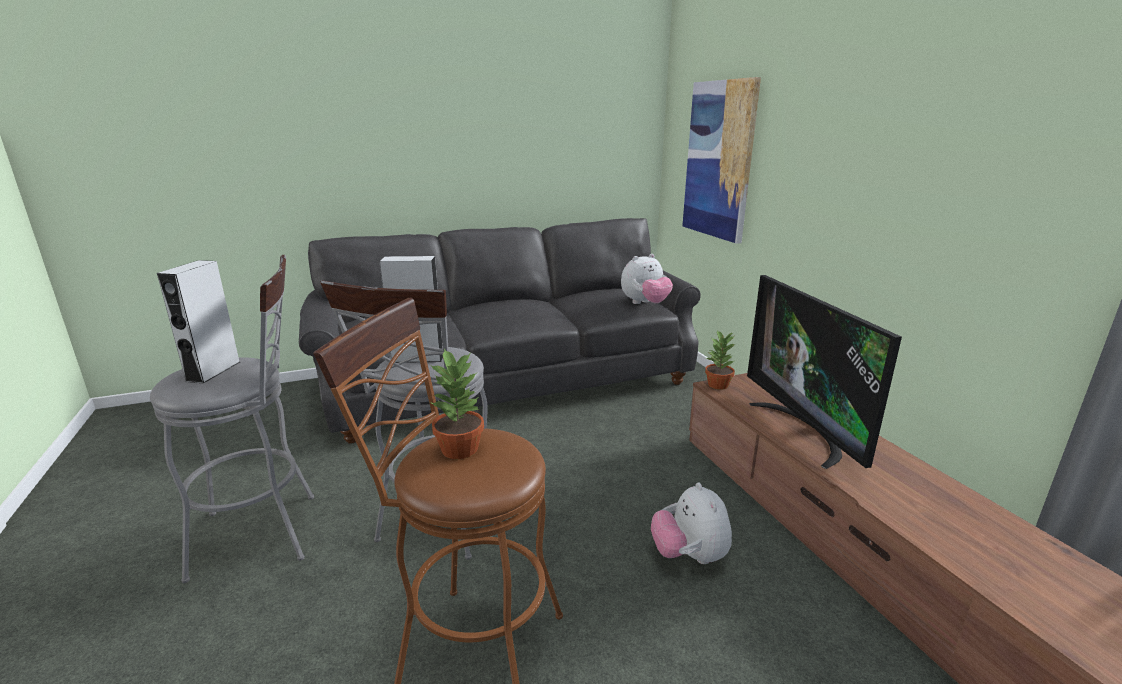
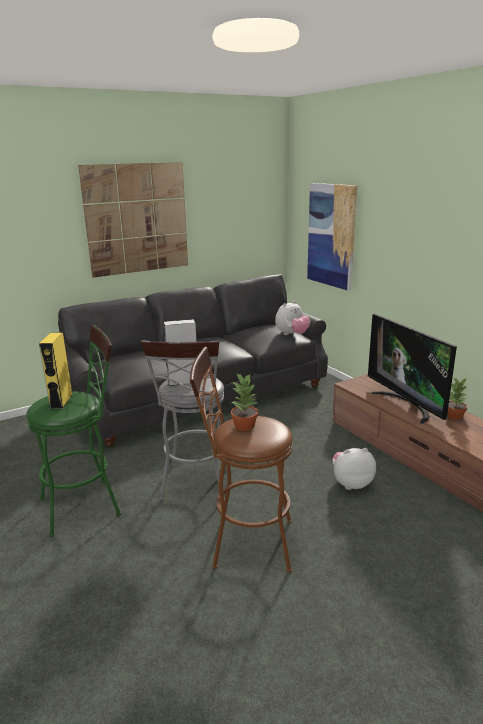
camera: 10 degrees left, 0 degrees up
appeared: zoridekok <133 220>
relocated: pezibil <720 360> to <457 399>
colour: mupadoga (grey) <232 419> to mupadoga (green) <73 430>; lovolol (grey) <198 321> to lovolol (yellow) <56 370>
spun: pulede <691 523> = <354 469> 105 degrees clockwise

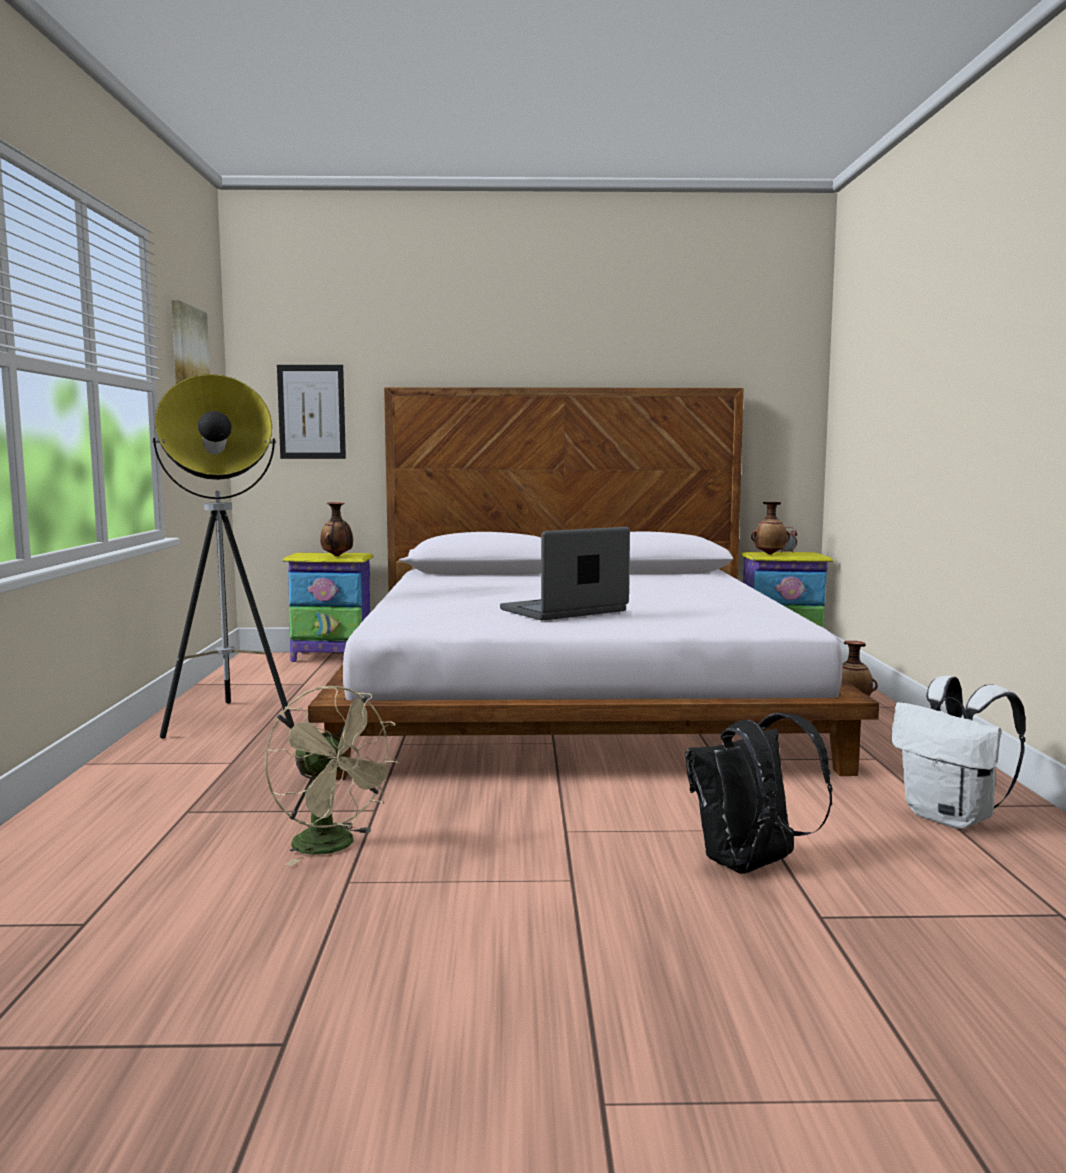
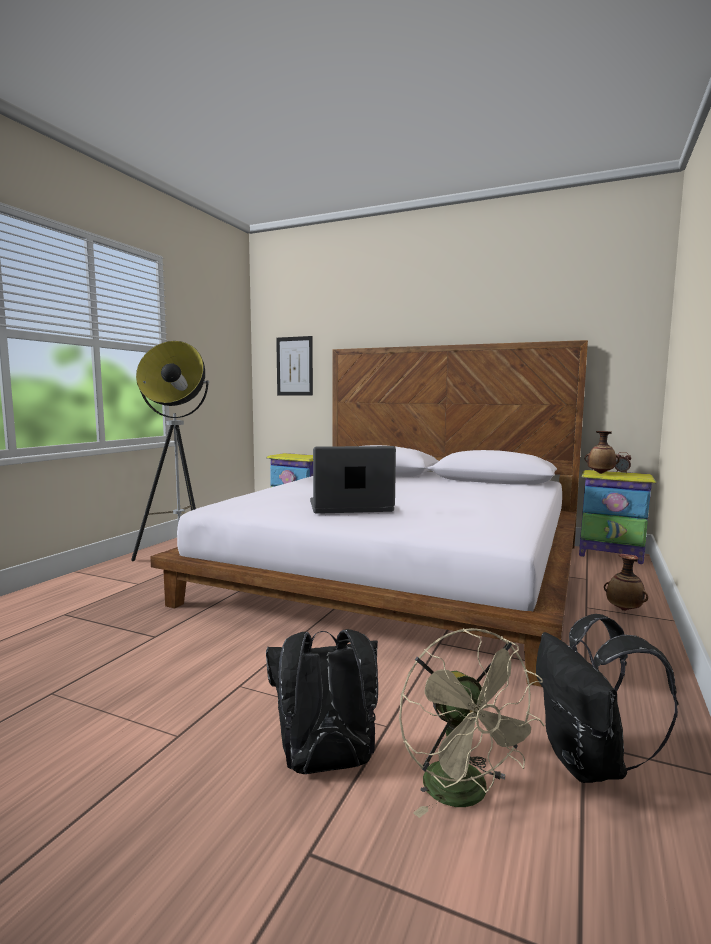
camera: 25 degrees right, 0 degrees up
missing: zoridekok <190 342>; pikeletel <336 529>
relocated: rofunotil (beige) <332 776> to <472 723>
colour: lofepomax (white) <958 752> to lofepomax (black) <607 698>

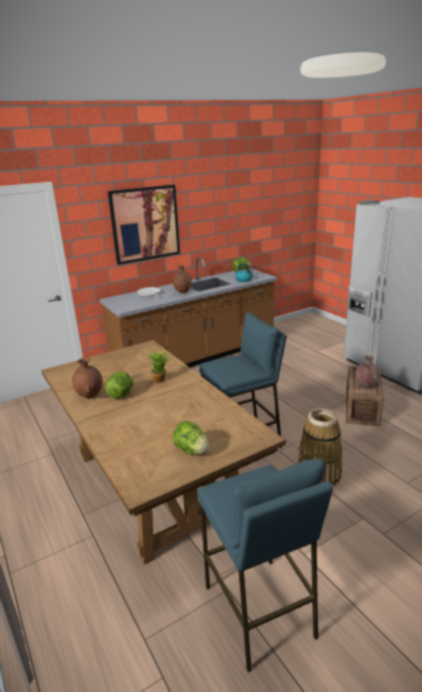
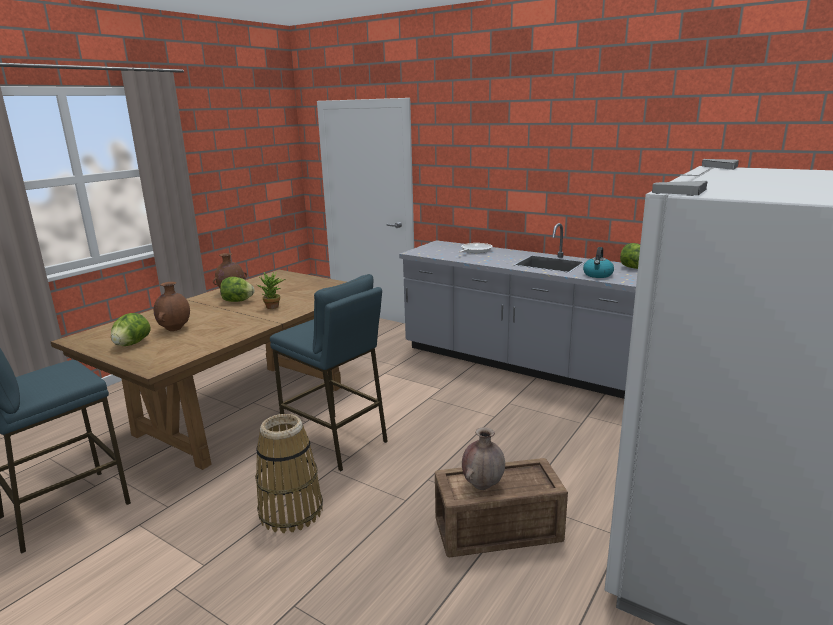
camera: 65 degrees right, 5 degrees down
missing: zoridekok <144 224>
relocated: pikeletel (brown) <182 279> to <172 306>
colour: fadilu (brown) <188 312> to fadilu (grey) <518 311>

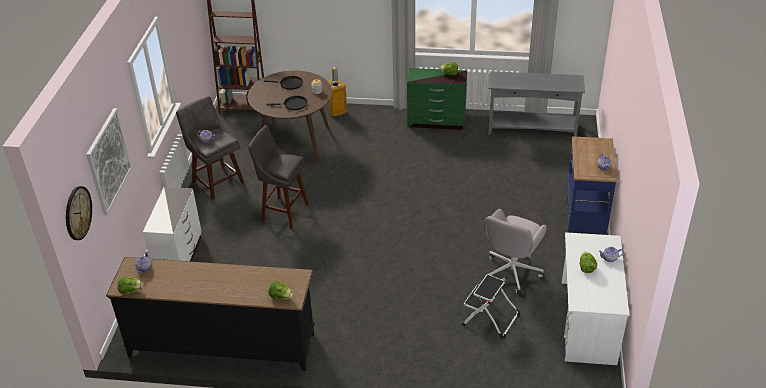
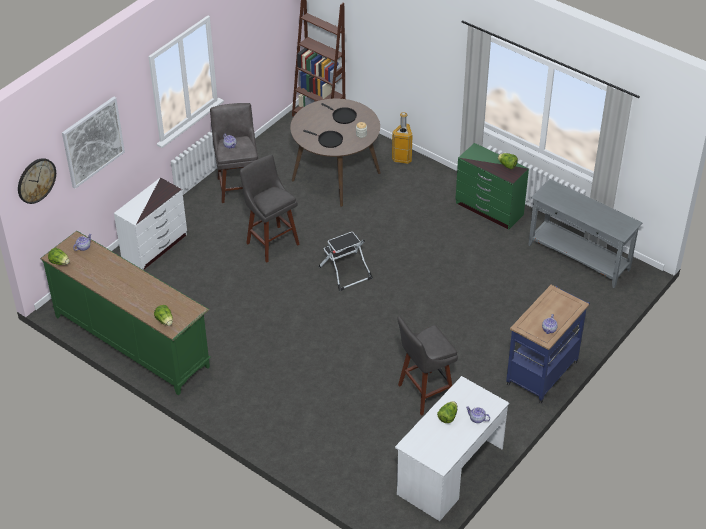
camera: 30 degrees right, 5 degrees up
relocated: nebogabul <490 307> to <345 261>
exchanged: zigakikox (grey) <516 251> to mupadoga (grey) <427 366>
colour: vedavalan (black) <210 314> to vedavalan (green) <125 313>

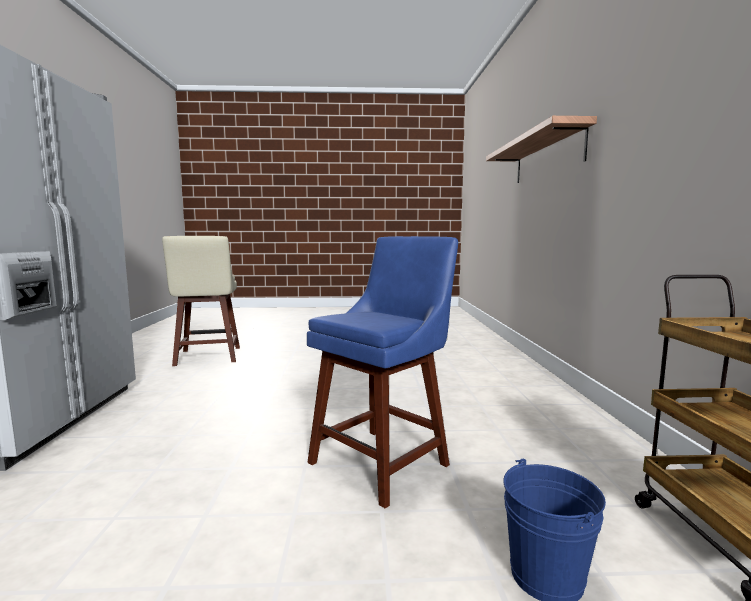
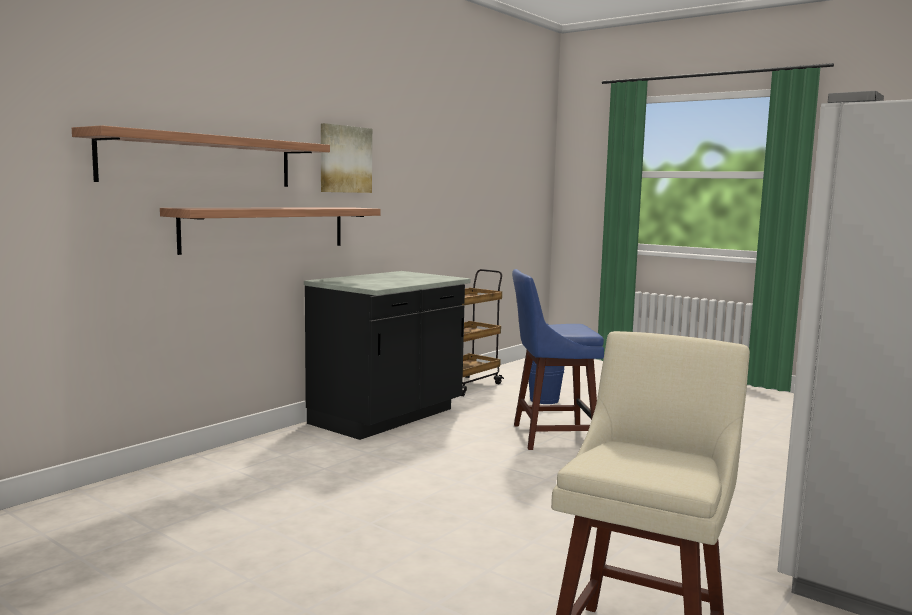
camera: 140 degrees left, 0 degrees up
appeared: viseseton <270 231>; fadilu (black) <387 355>; zoridekok <346 158>

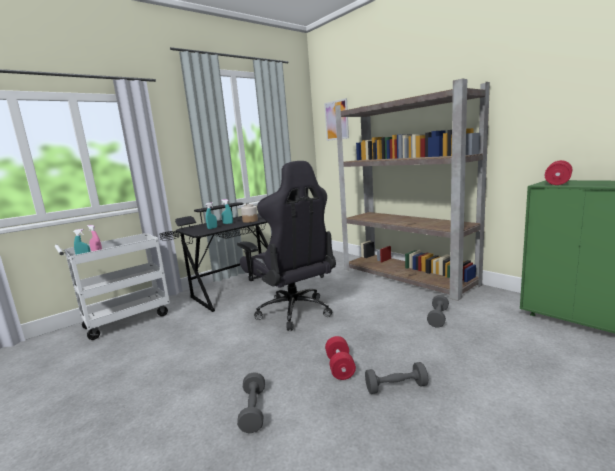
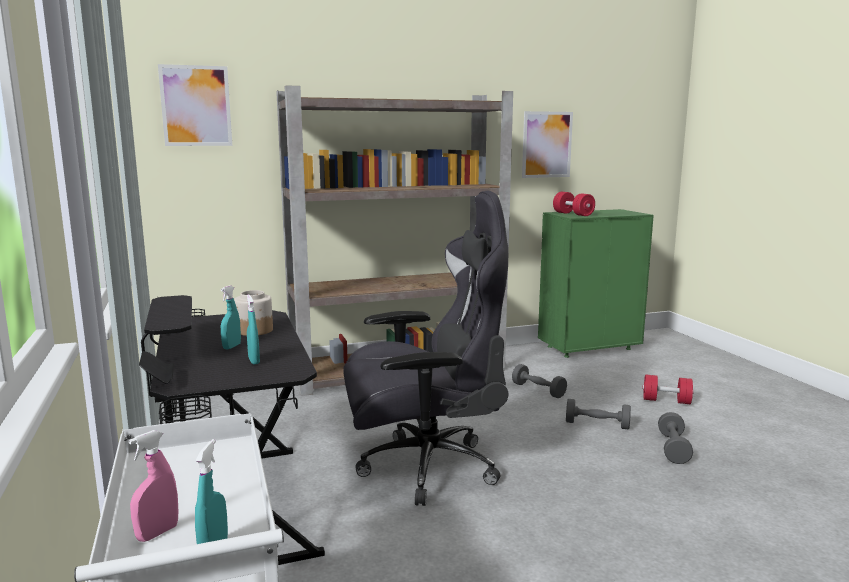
camera: 70 degrees left, 0 degrees up
appeared: zoridekok <547 144>
relocated: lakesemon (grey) <251 402> to <598 414>; lakesemon (red) <340 358> to <668 389>

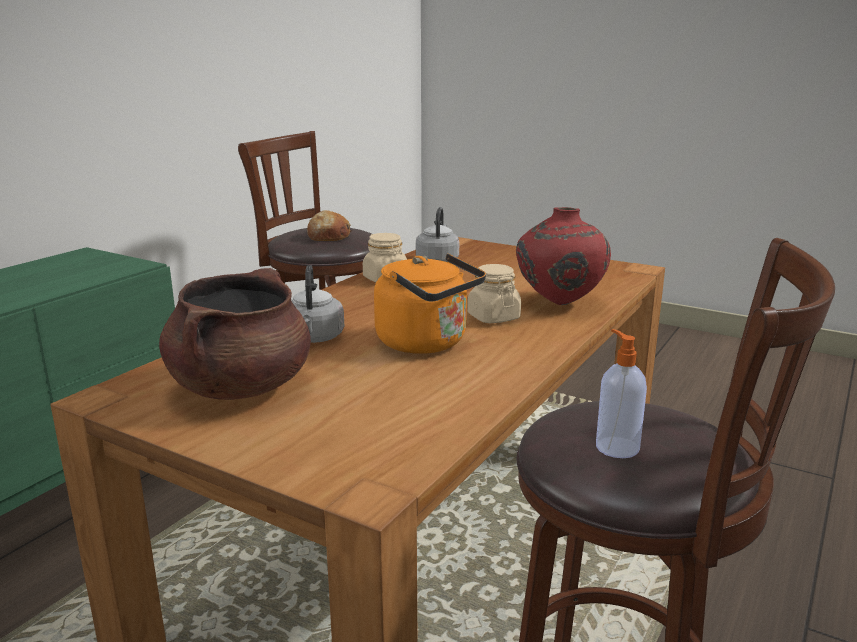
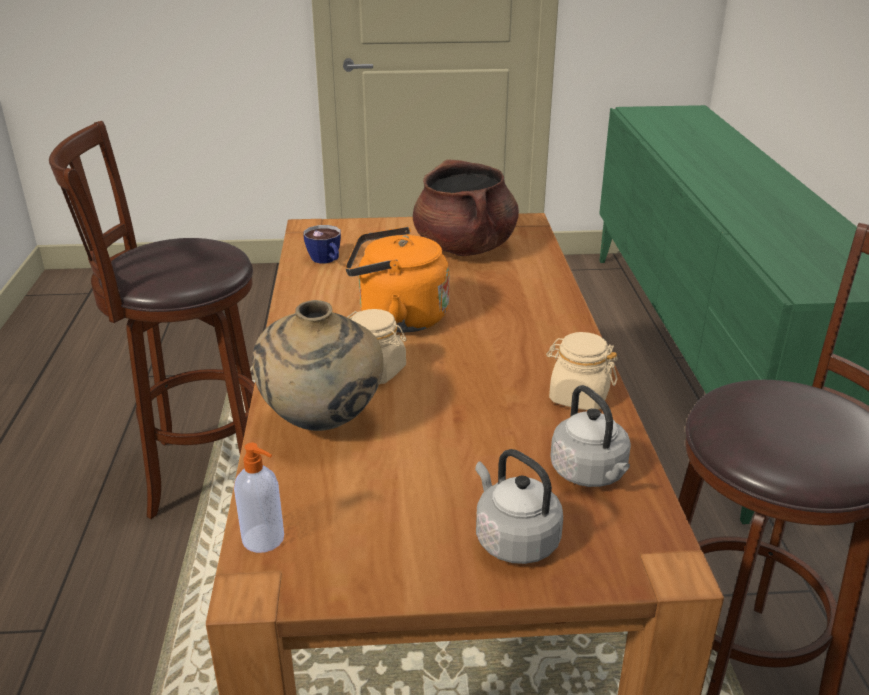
camera: 145 degrees right, 10 degrees up
missing: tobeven <329 225>
appeared: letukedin <322 244>
relocated: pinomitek <621 393> to <259 498>; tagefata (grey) <318 304> to <519 506>
colour: pikeletel (red) <563 256> to pikeletel (beige) <318 365>

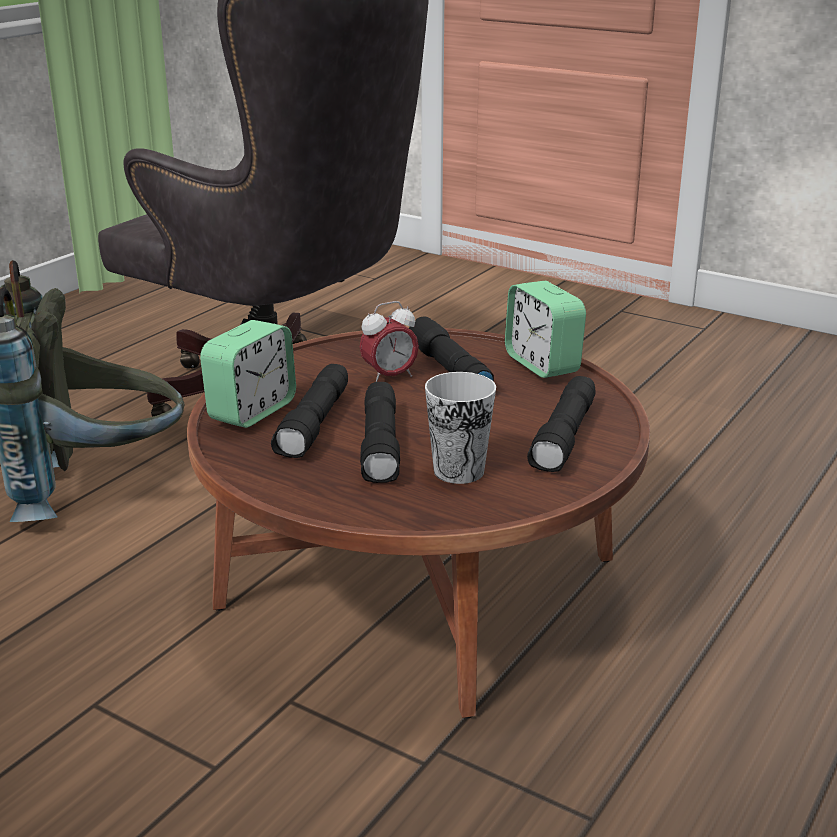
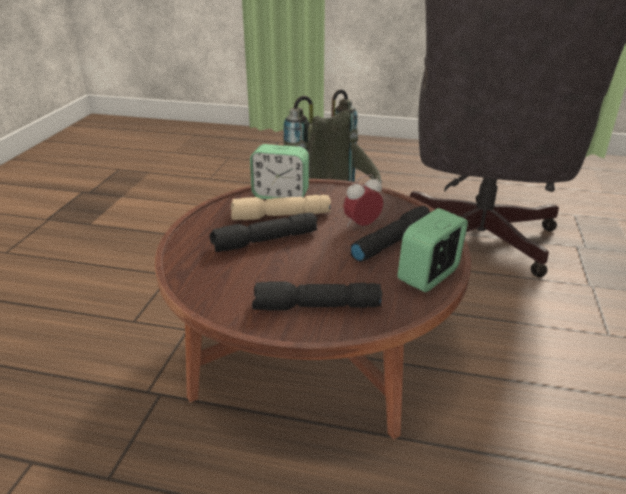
camera: 70 degrees right, 5 degrees up
missing: letukedin <460 428>
colour: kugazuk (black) <309 411> to kugazuk (beige) <281 207>
spun: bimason <389 341> = <363 200> 105 degrees clockwise

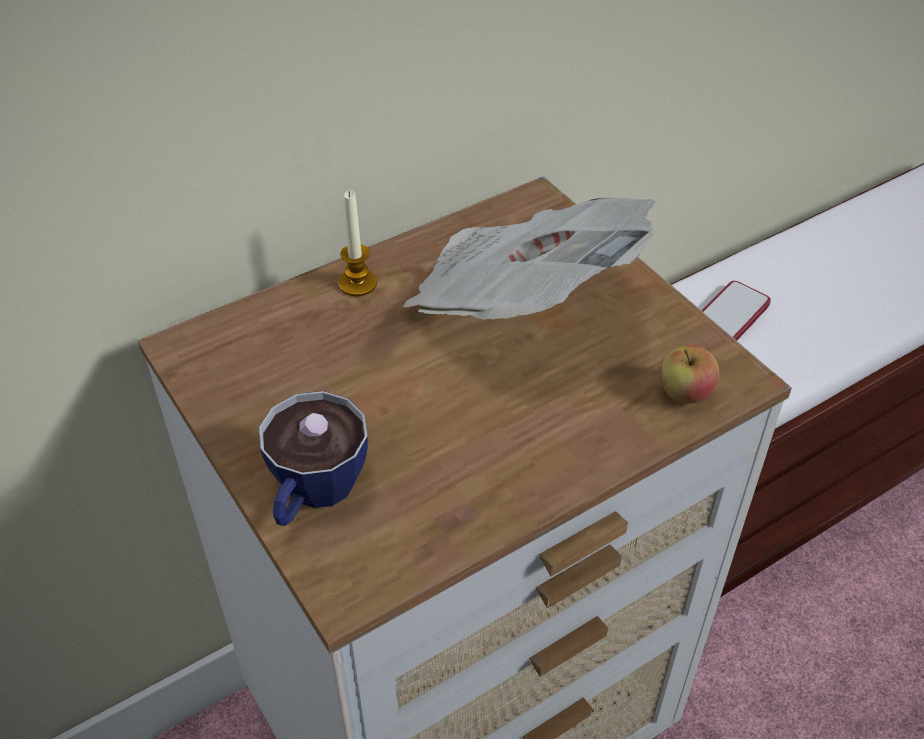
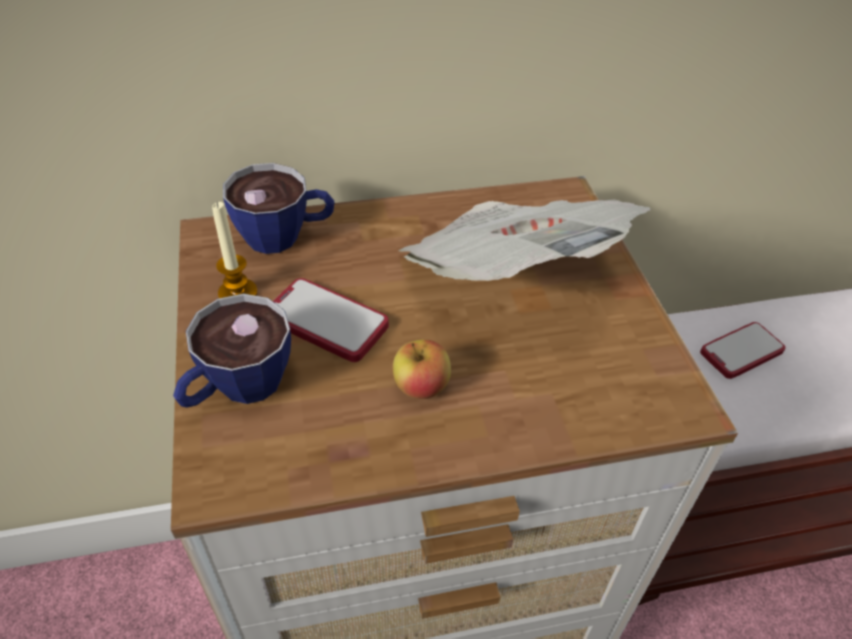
camera: 20 degrees right, 0 degrees up
appeared: letukedin <278 208>; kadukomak <331 320>
relocated: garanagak <357 243> to <234 250>; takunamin <689 374> to <422 369>

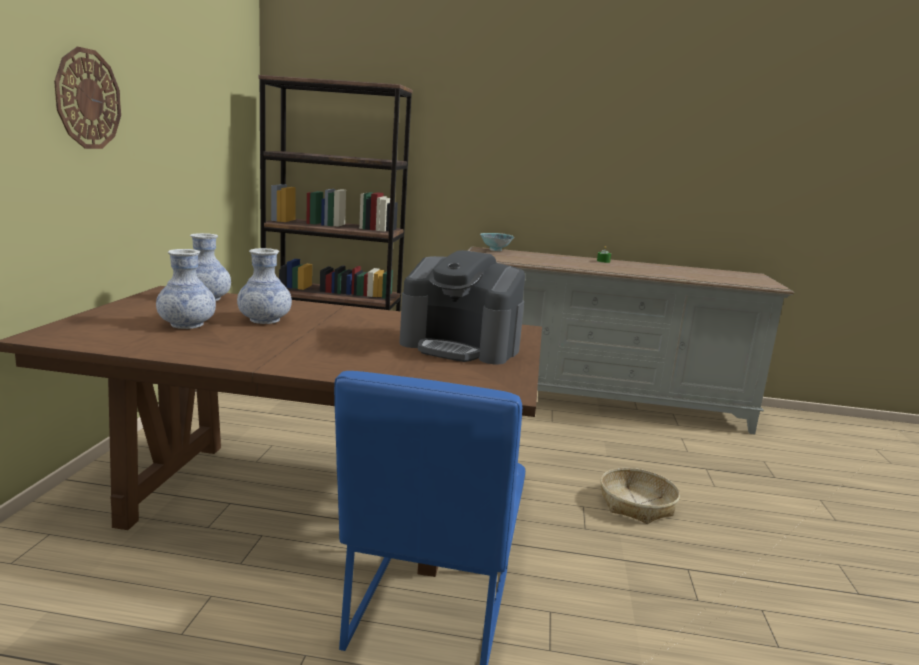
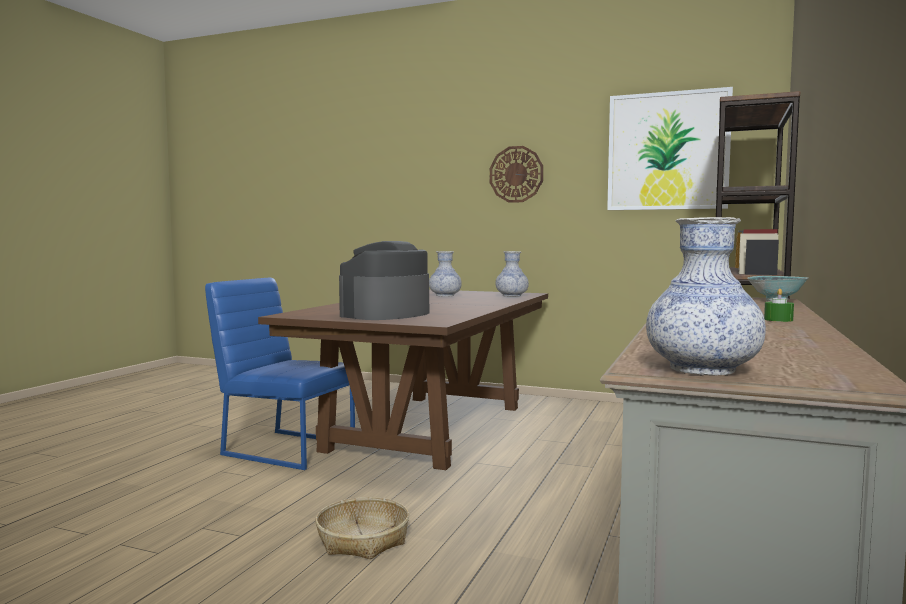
camera: 105 degrees right, 10 degrees down
appeared: zoridekok <670 148>
relocated: pikeletel <264 286> to <706 296>

